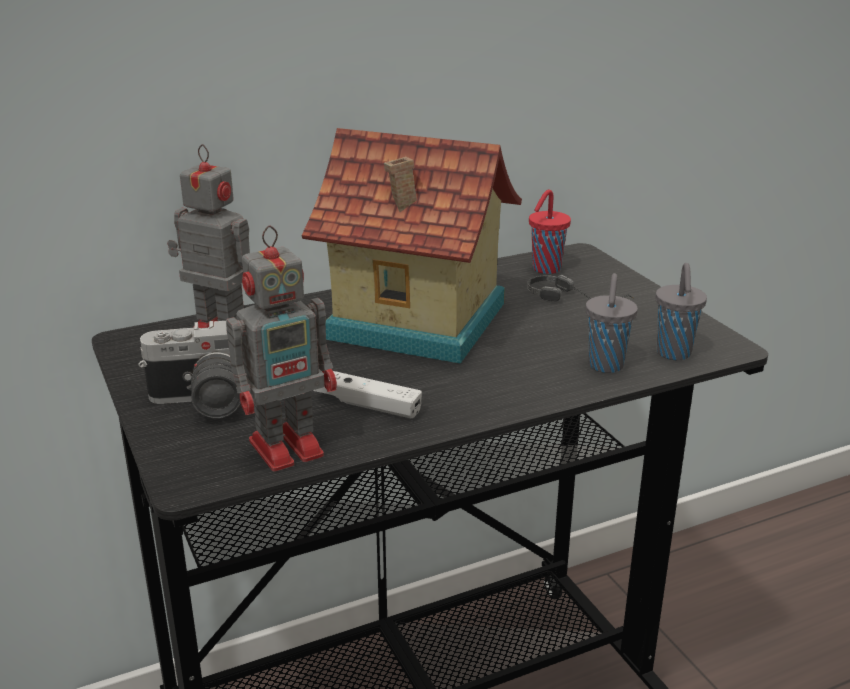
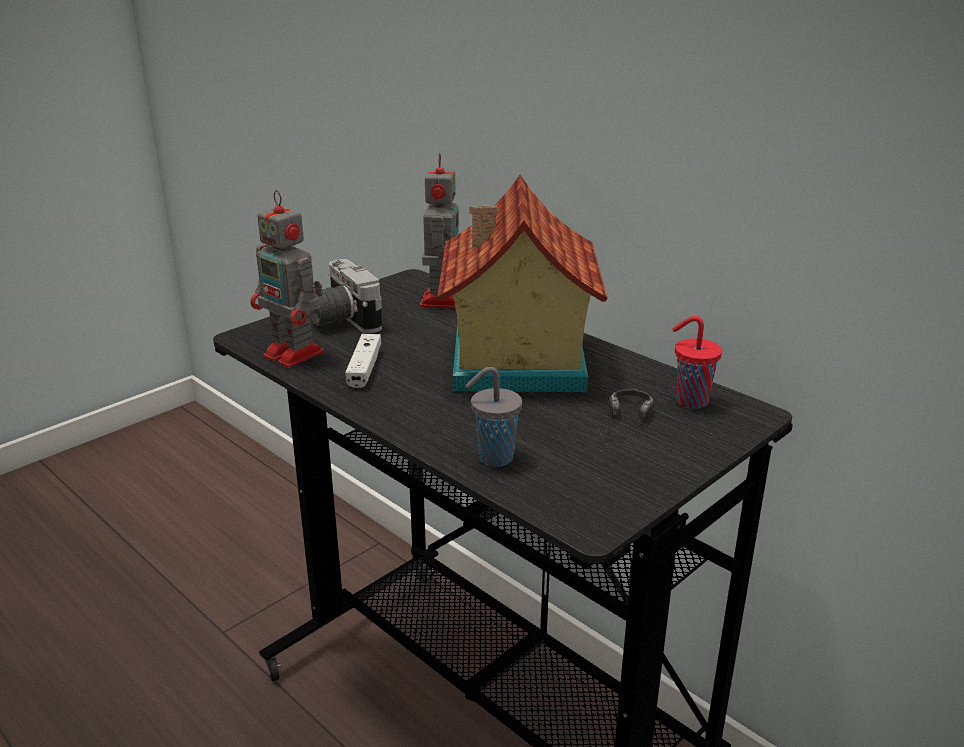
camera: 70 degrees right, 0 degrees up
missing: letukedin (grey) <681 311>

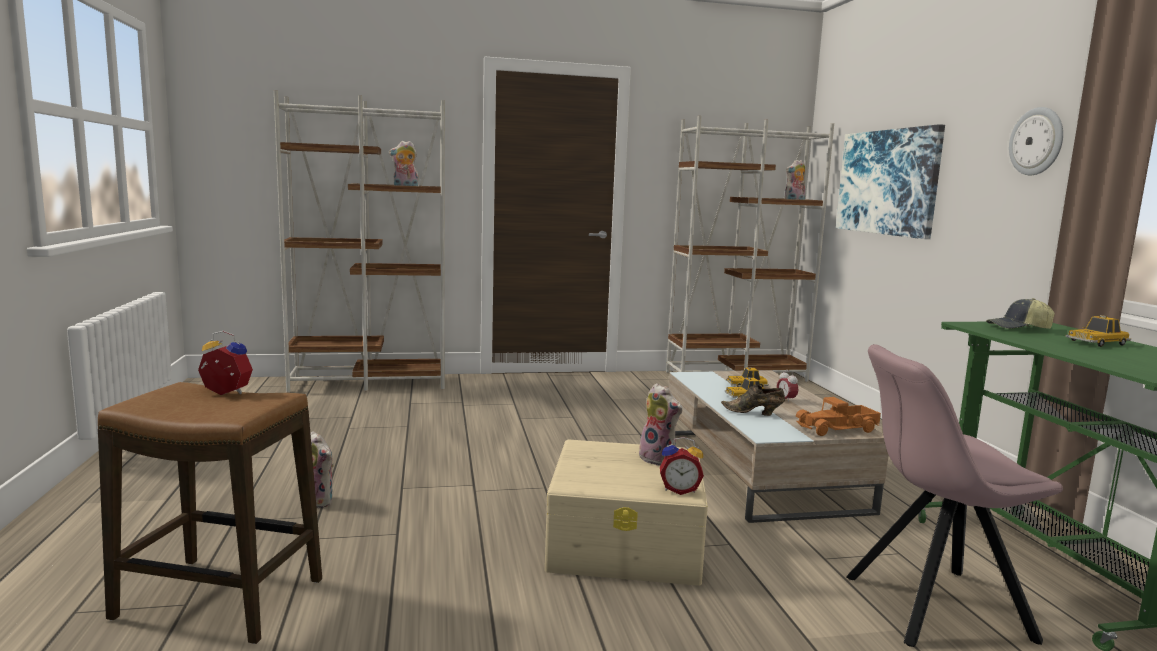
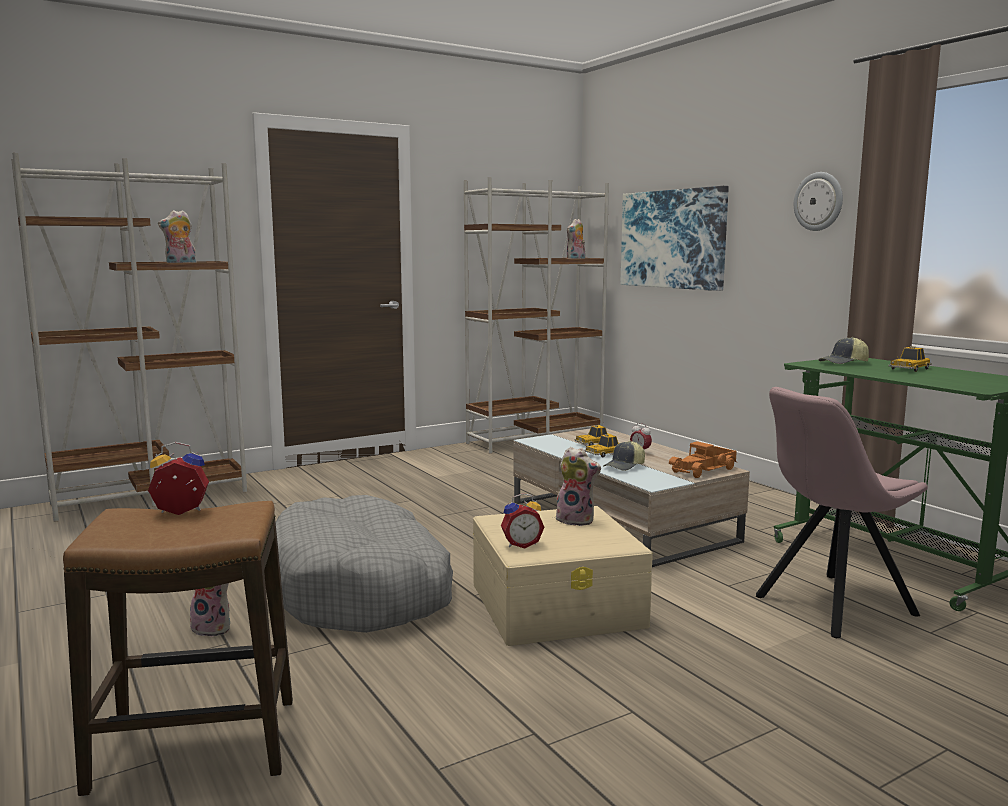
camera: 20 degrees left, 0 degrees up
appeared: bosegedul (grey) <364 564>
relocated: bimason <682 466> to <522 521>
exchanged: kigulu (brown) <753 400> to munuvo <624 456>

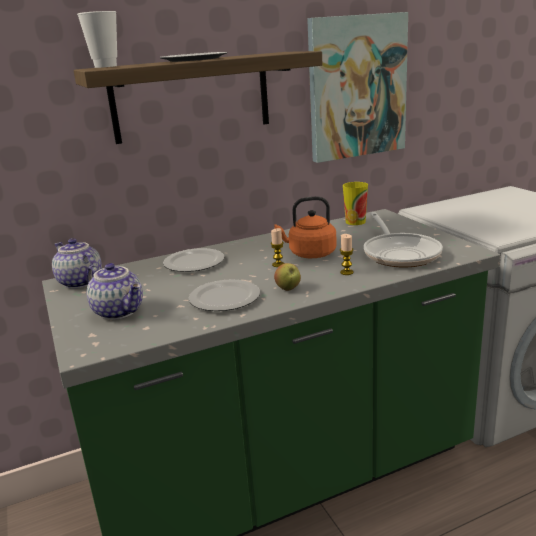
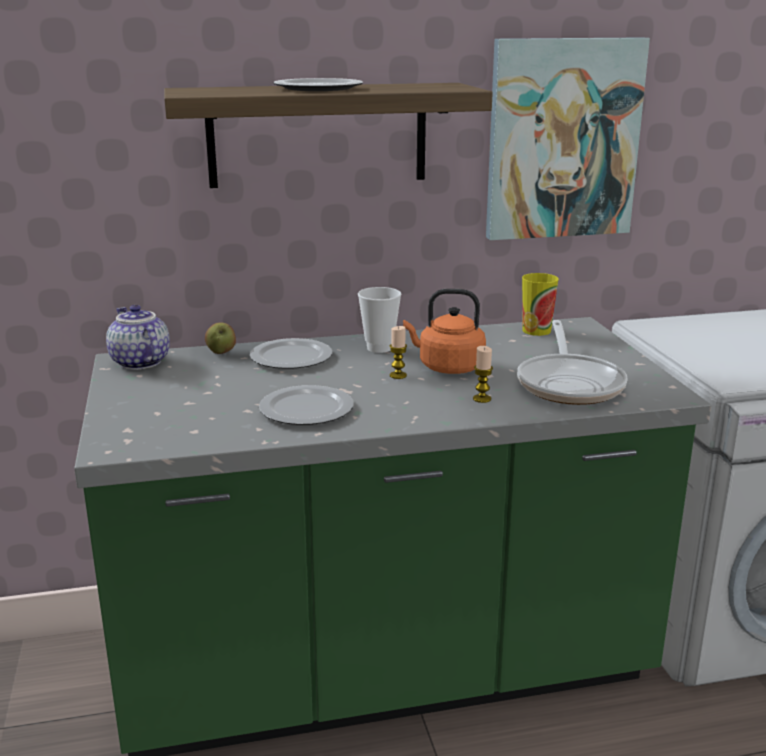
camera: 10 degrees right, 0 degrees up
missing: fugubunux <115 291>
relocated: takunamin <287 277> to <220 338>; letukedin <97 39> to <379 320>

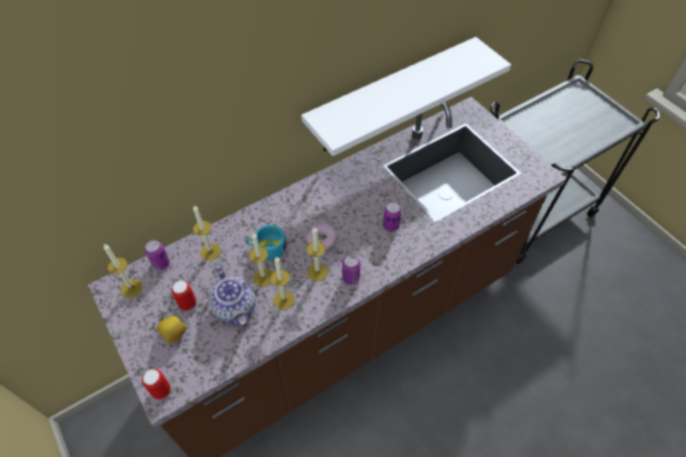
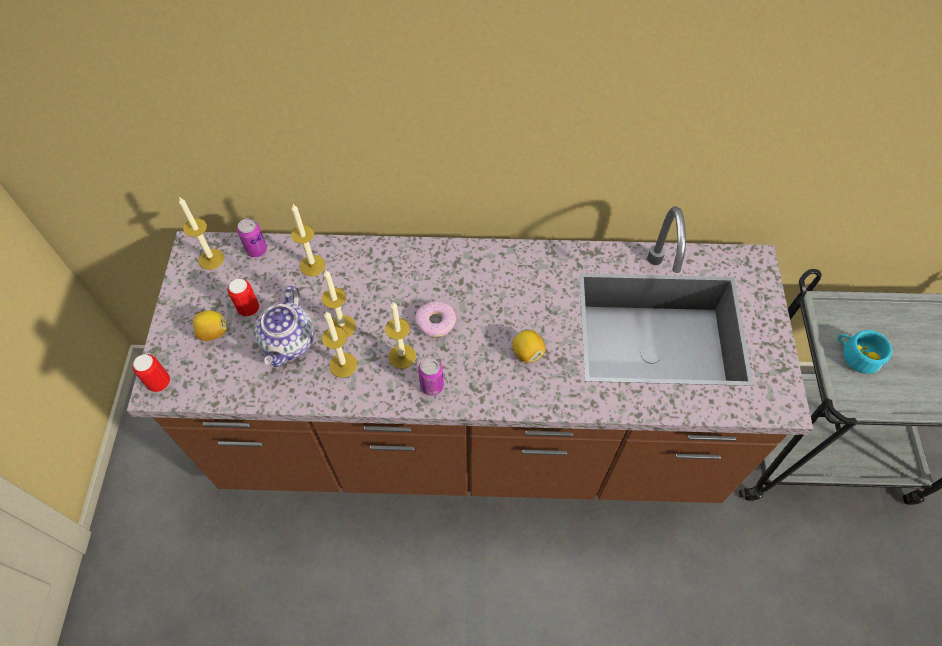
camera: 35 degrees right, 5 degrees up
missing: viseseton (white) <406 96>
relocated: letukedin (turquoise) <266 242> to <865 352>
exchanged: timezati <392 217> to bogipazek <528 346>

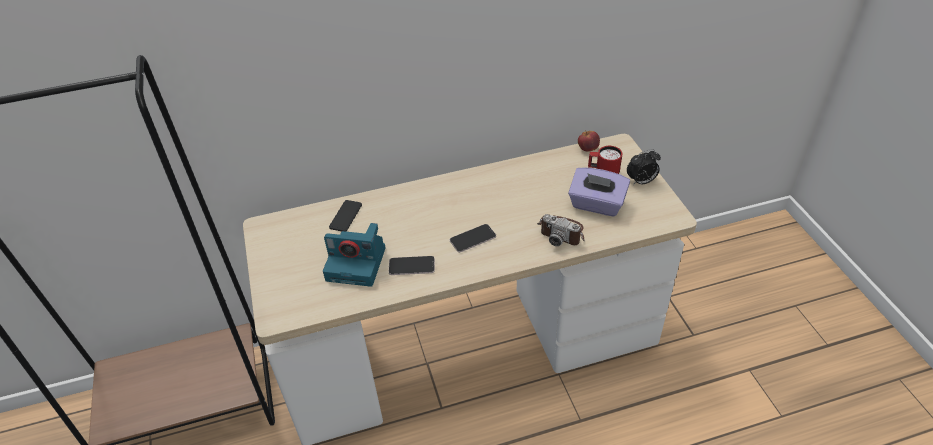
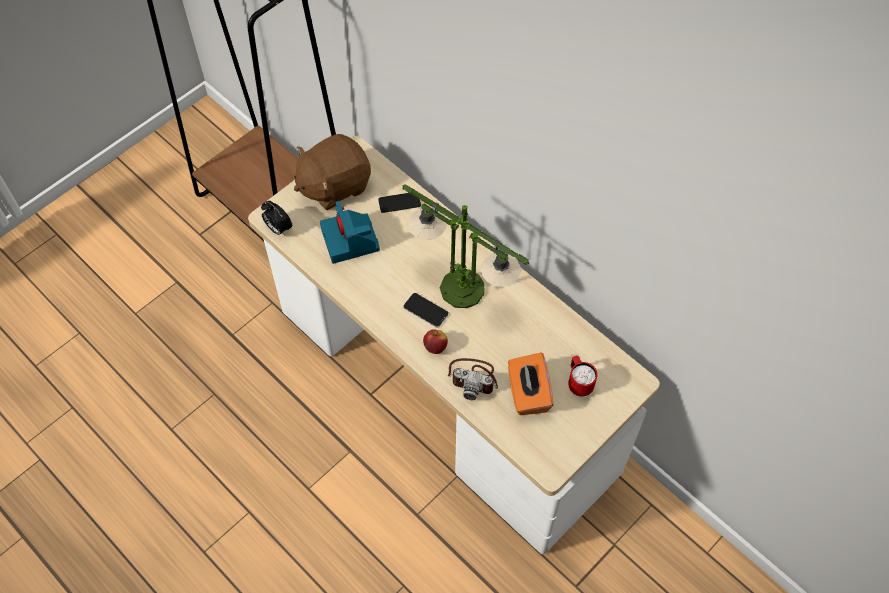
camera: 60 degrees right, 15 degrees up
missing: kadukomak <412 265>
appeared: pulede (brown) <332 172>; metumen <466 246>
relocated: bimason <644 167> to <276 218>; takunamin <589 141> to <435 341>
colour: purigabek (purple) <599 191> to purigabek (orange) <530 383>
spun: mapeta <561 230> = <472 379> 75 degrees counterclockwise

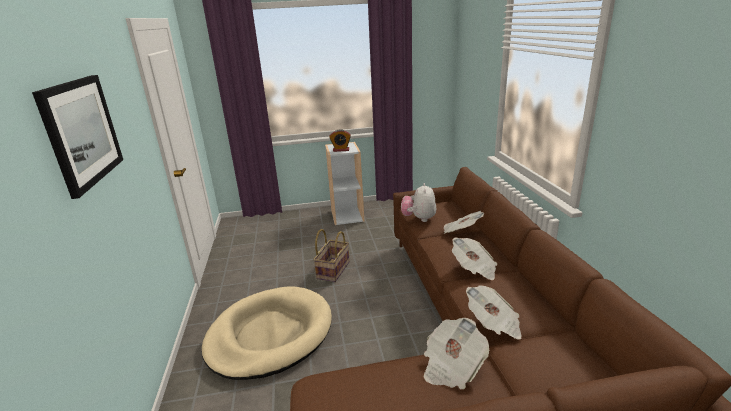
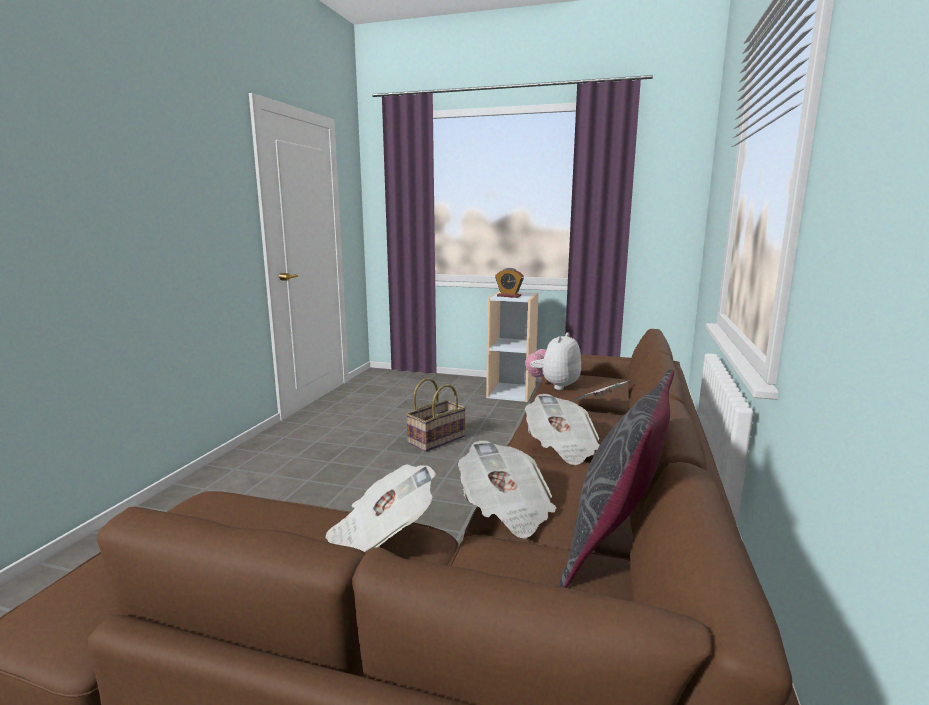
camera: 25 degrees right, 10 degrees down
missing: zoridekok <77 137>; bosegedul (beige) <267 333>
appeared: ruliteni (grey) <616 478>

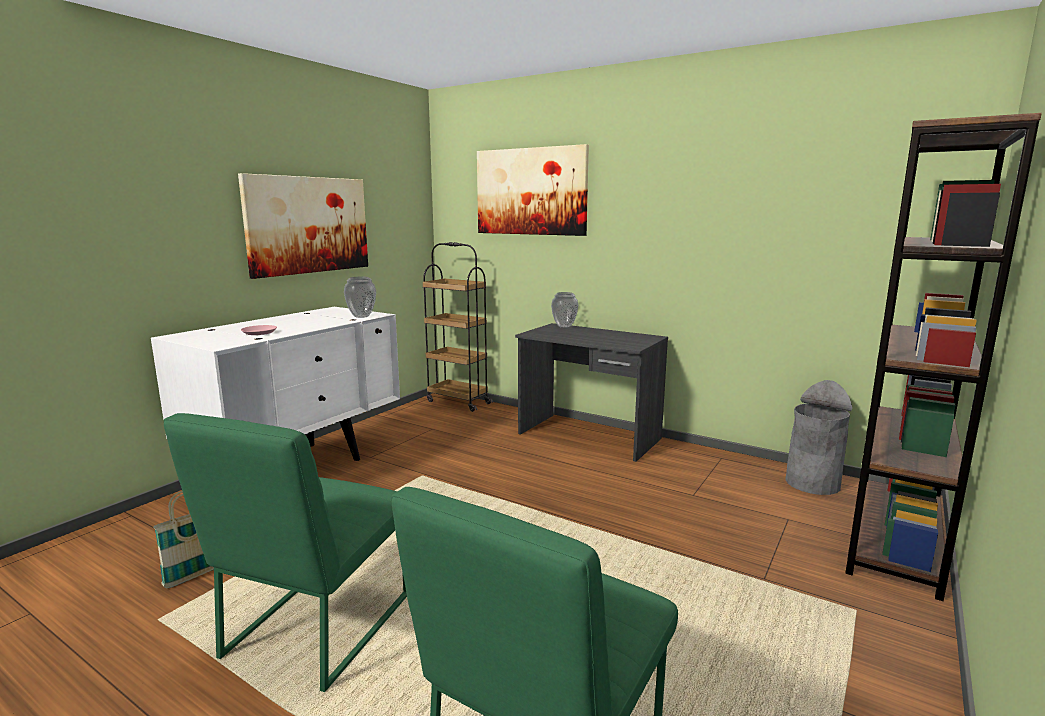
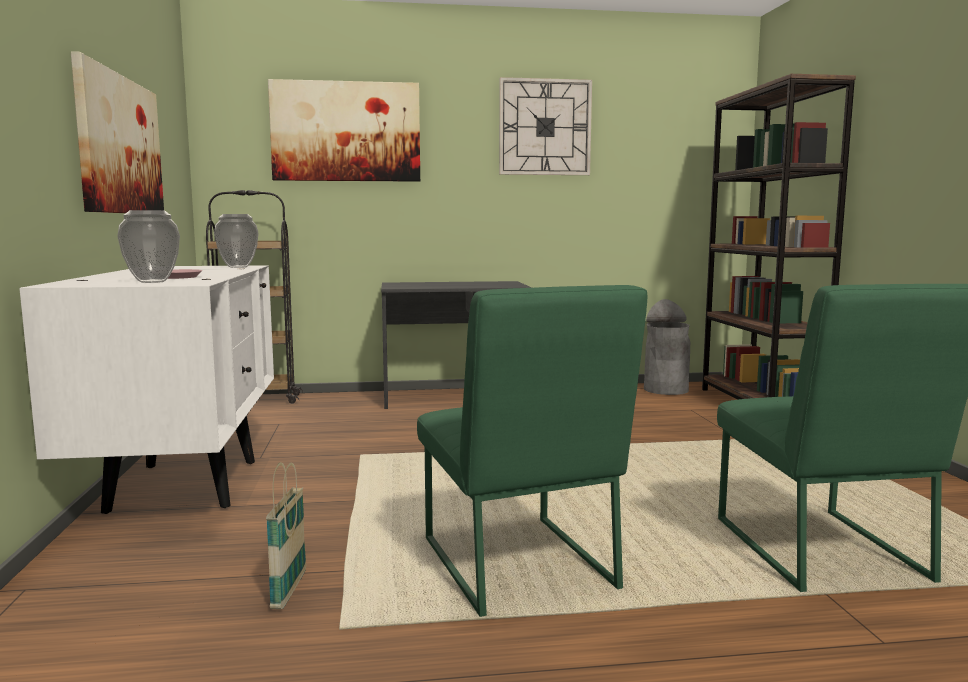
camera: 40 degrees left, 5 degrees down
appeared: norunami <545 126>
relocated: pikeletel <564 310> to <148 246>

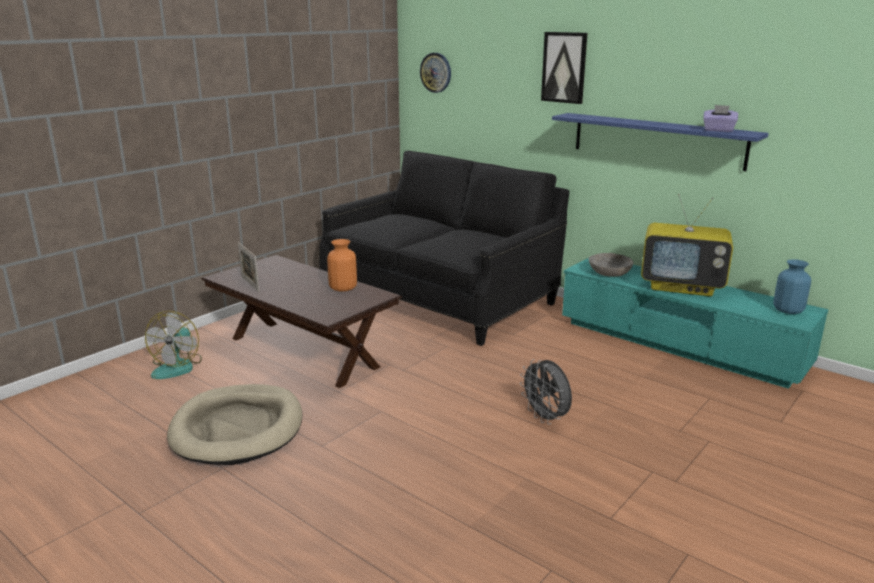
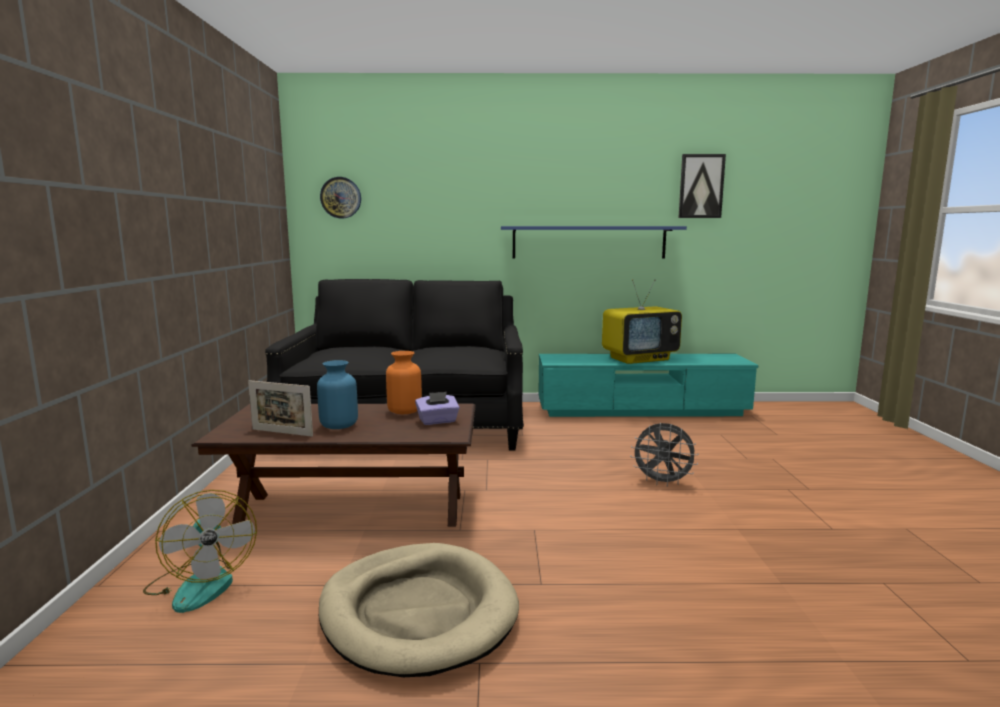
camera: 40 degrees left, 10 degrees down
missing: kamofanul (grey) <611 265>
relocated: pikeletel (blue) <792 286> to <337 394>; purigabek (purple) <720 118> to <437 408>; zoridekok <564 68> to <702 186>

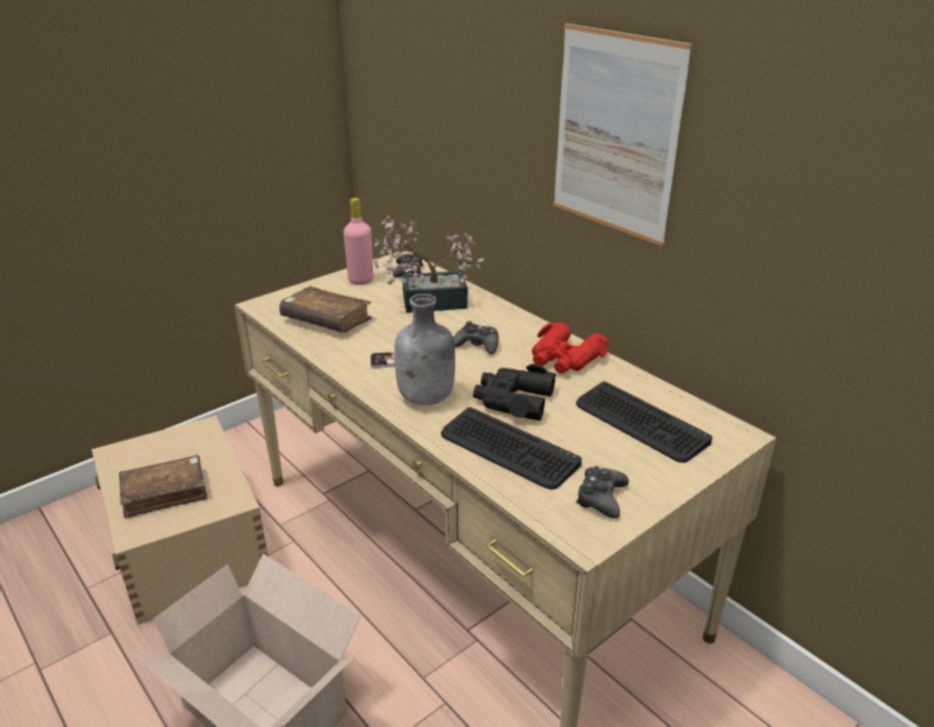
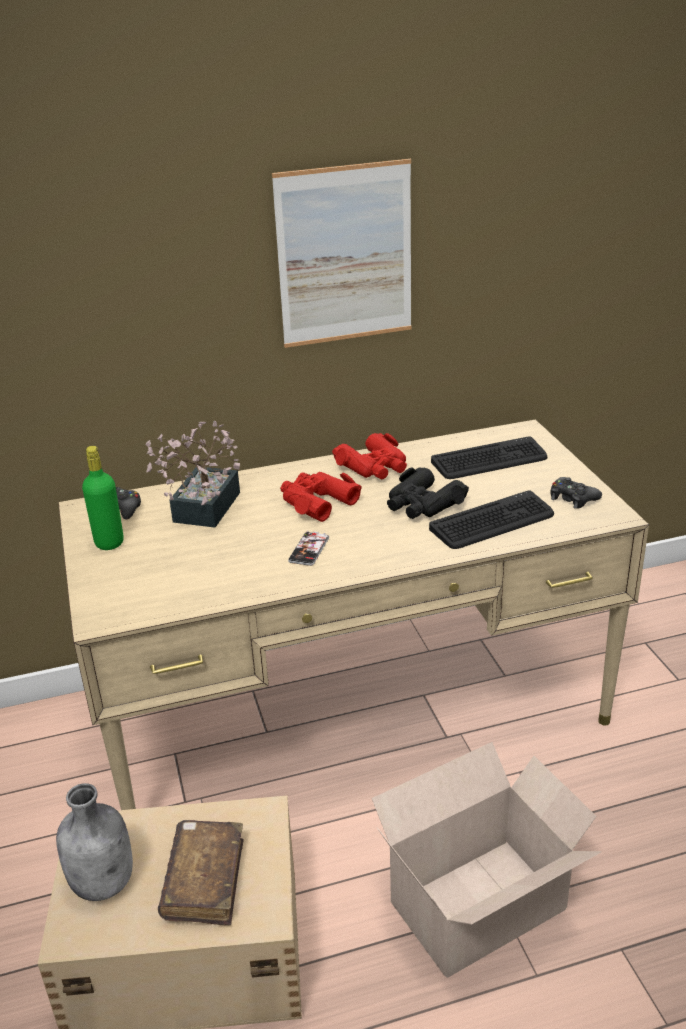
camera: 65 degrees left, 0 degrees up
missing: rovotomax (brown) <326 309>
relocated: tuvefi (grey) <424 349> to <94 842>
exchanged: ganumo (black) <476 338> to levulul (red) <321 497>
colour: tuvefi (pink) <358 241> to tuvefi (green) <103 498>

